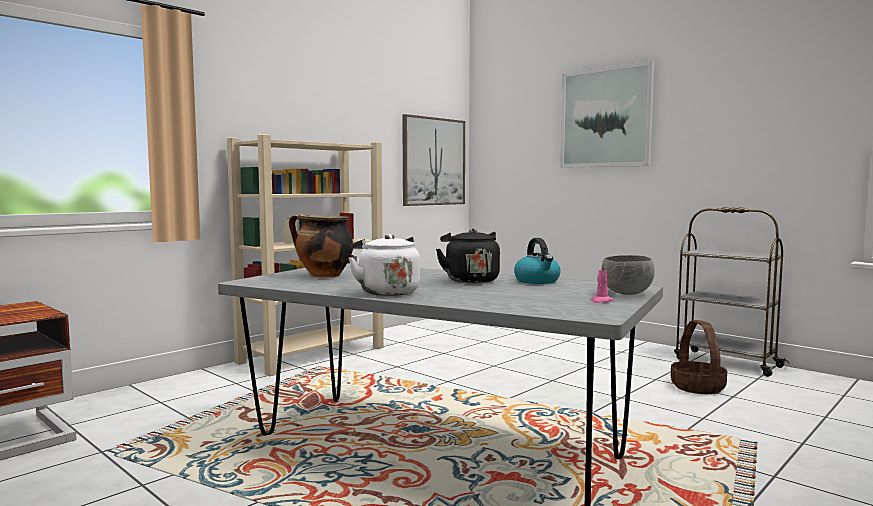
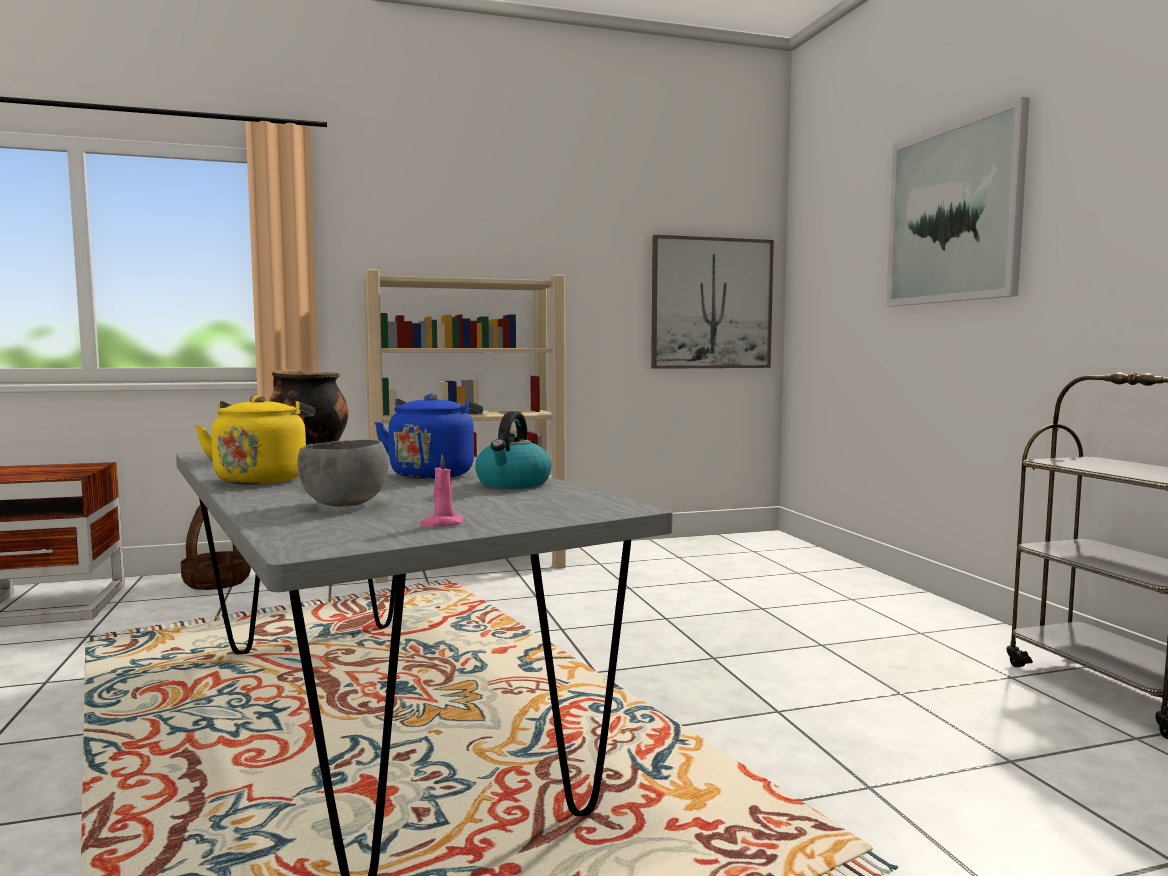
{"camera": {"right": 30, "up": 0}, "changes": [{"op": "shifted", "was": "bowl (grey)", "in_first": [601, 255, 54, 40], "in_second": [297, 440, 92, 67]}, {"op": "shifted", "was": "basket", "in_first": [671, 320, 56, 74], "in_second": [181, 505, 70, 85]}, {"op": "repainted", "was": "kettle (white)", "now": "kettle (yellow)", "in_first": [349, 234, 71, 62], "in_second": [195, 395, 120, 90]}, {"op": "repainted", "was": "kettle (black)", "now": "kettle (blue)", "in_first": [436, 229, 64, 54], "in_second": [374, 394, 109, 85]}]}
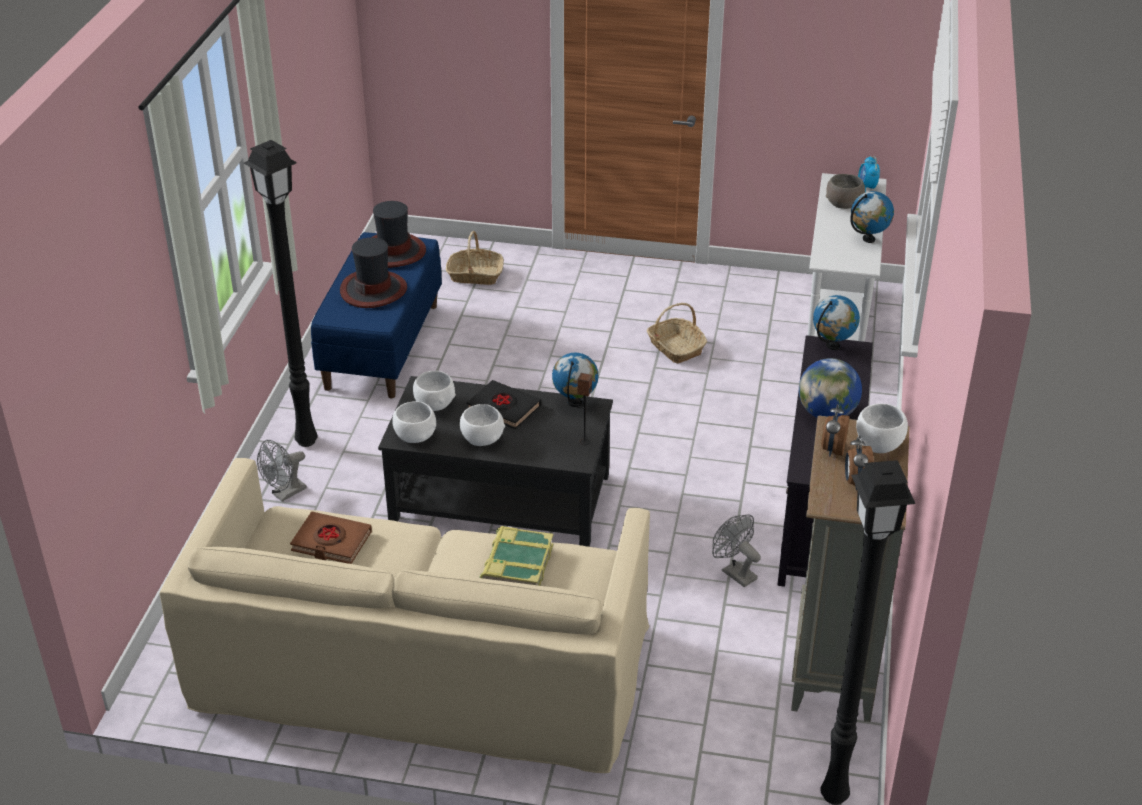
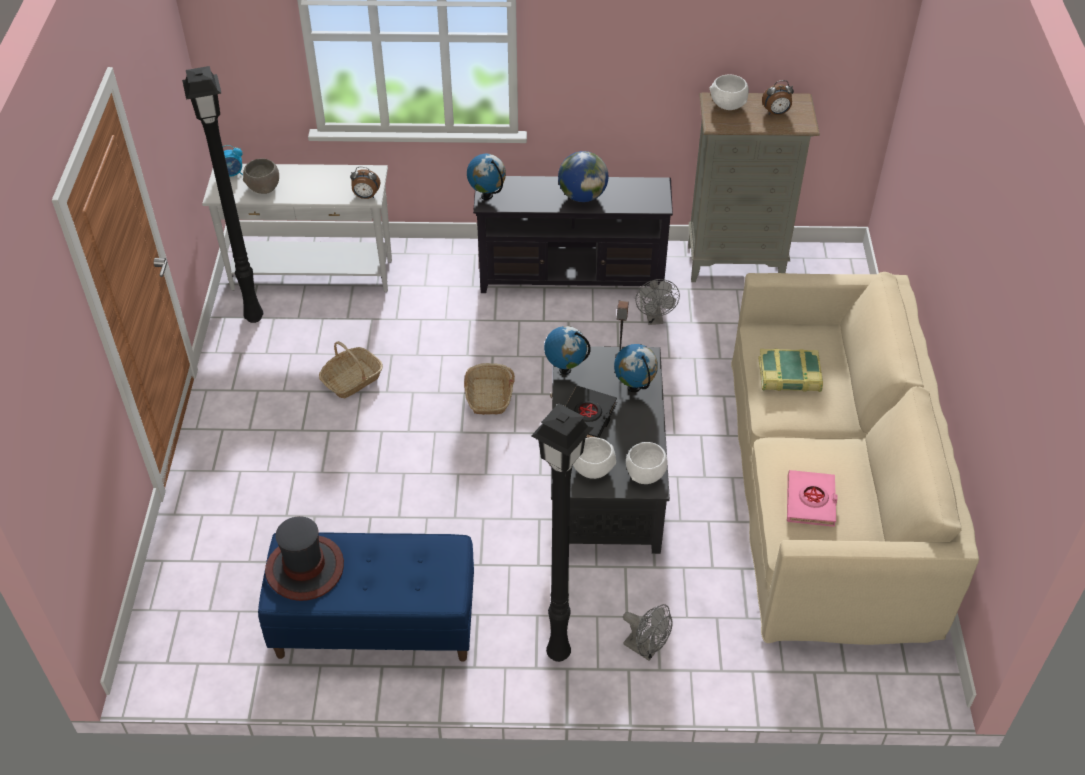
{"camera": {"right": -100, "up": 10}, "changes": [{"op": "gone", "was": "hat", "in_first": [340, 238, 67, 70]}, {"op": "gone", "was": "bowl (white)", "in_first": [460, 404, 45, 42]}, {"op": "shifted", "was": "basket", "in_first": [446, 231, 58, 54], "in_second": [464, 363, 51, 52]}, {"op": "shifted", "was": "floor lamp (black)", "in_first": [820, 460, 95, 345], "in_second": [182, 66, 81, 257]}, {"op": "shifted", "was": "alarm clock", "in_first": [821, 403, 28, 54], "in_second": [350, 167, 30, 32]}, {"op": "shifted", "was": "globe", "in_first": [850, 191, 44, 52], "in_second": [614, 344, 44, 48]}, {"op": "repainted", "was": "book (brown)", "now": "book (pink)", "in_first": [290, 512, 82, 52], "in_second": [787, 470, 51, 57]}, {"op": "rotated", "was": "fan (grey)", "in_first": [712, 514, 49, 73], "in_second": [635, 279, 45, 46], "clockwise": -45}]}
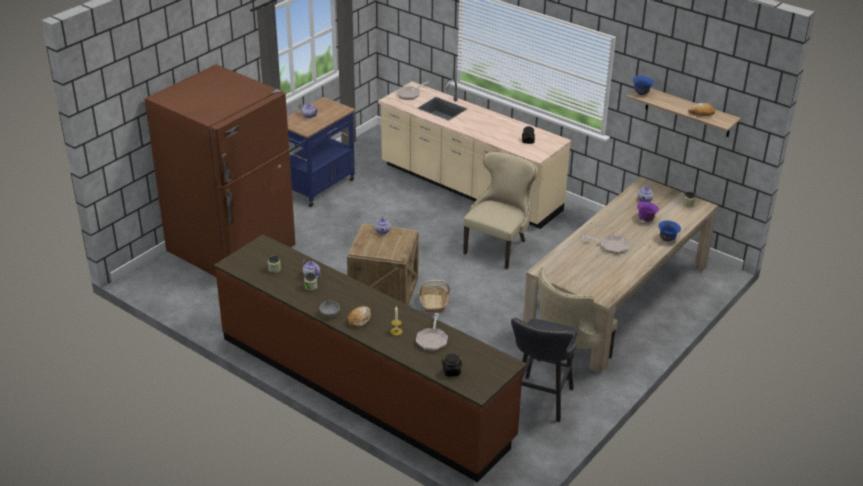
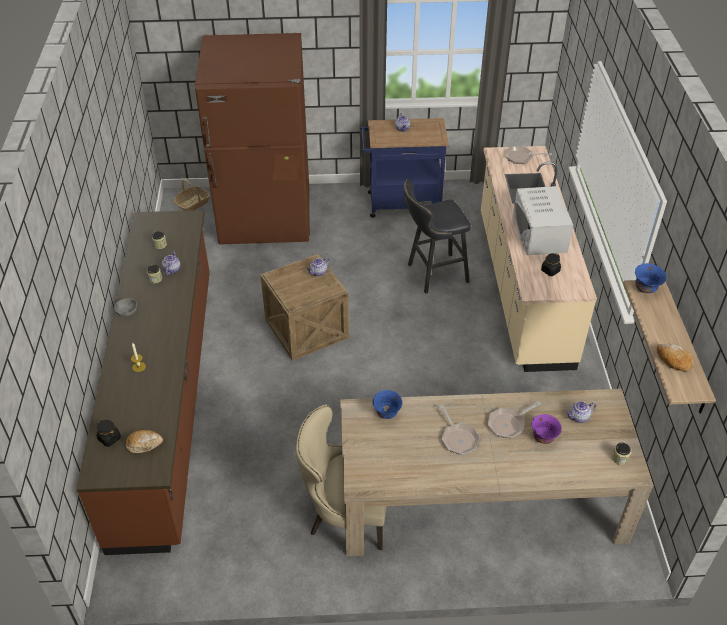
{"camera": {"right": 50, "up": 10}, "changes": [{"op": "gone", "was": "chair (beige)", "in_first": [463, 151, 75, 118]}, {"op": "new", "now": "microwave (white)", "in_second": [513, 186, 60, 69]}, {"op": "shifted", "was": "bread", "in_first": [348, 306, 23, 22], "in_second": [125, 430, 38, 23]}, {"op": "shifted", "was": "frying pan", "in_first": [416, 313, 32, 38], "in_second": [488, 401, 53, 37]}, {"op": "shifted", "was": "basket", "in_first": [419, 280, 31, 33], "in_second": [174, 180, 36, 31]}, {"op": "shifted", "was": "stool (black)", "in_first": [511, 318, 67, 104], "in_second": [403, 179, 68, 115]}, {"op": "shifted", "was": "bowl (blue)", "in_first": [658, 220, 23, 21], "in_second": [373, 390, 29, 29]}]}
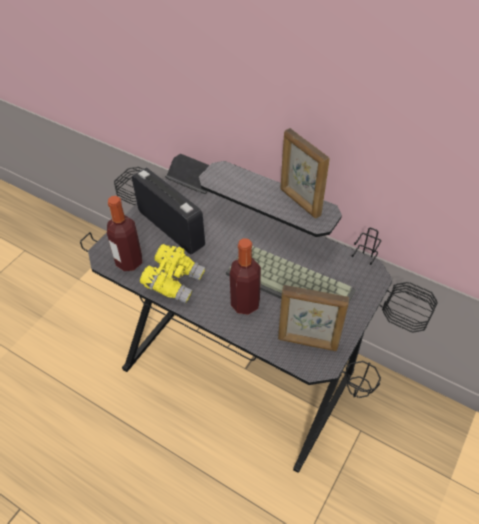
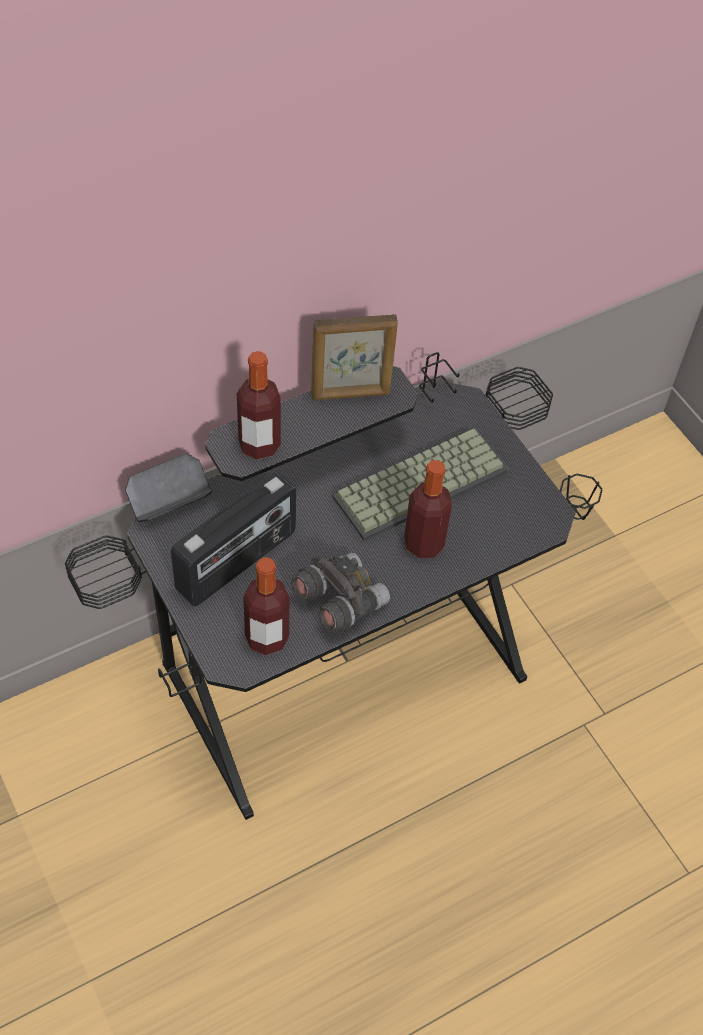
{"camera": {"right": -65, "up": 5}, "changes": [{"op": "gone", "was": "picture frame", "in_first": [278, 285, 71, 66]}, {"op": "new", "now": "bottle", "in_second": [237, 351, 44, 109]}, {"op": "repainted", "was": "binoculars (yellow)", "now": "binoculars (grey)", "in_first": [140, 244, 65, 60], "in_second": [291, 553, 99, 79]}, {"op": "rotated", "was": "radio", "in_first": [132, 168, 73, 86], "in_second": [171, 472, 125, 134], "clockwise": 150}]}
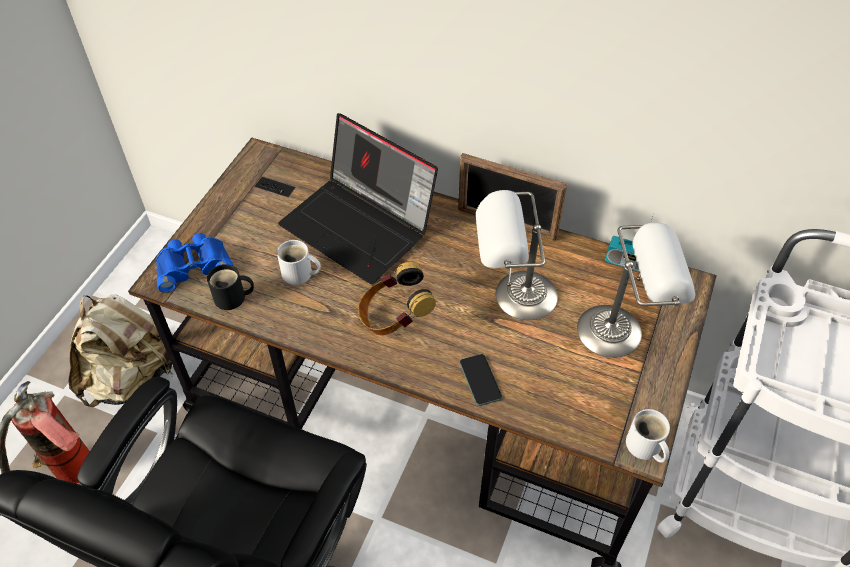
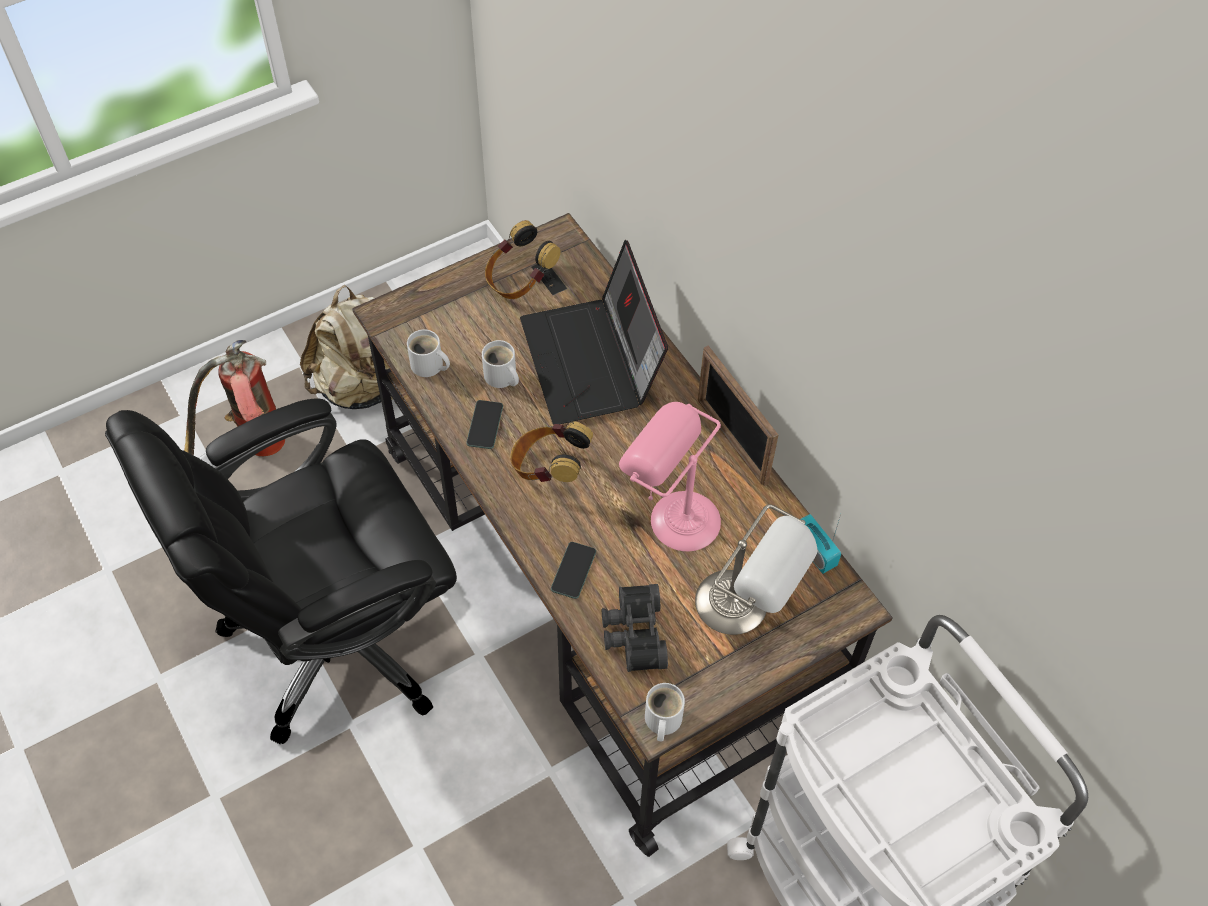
{"camera": {"right": 35, "up": 5}, "changes": [{"op": "gone", "was": "binoculars (blue)", "in_first": [156, 233, 77, 60]}, {"op": "new", "now": "phone", "in_second": [466, 400, 37, 49]}, {"op": "new", "now": "headphones", "in_second": [485, 220, 76, 79]}, {"op": "new", "now": "binoculars (black)", "in_second": [602, 584, 66, 88]}, {"op": "repainted", "was": "mug (black)", "now": "mug (white)", "in_first": [207, 264, 47, 46], "in_second": [407, 329, 43, 48]}, {"op": "repainted", "was": "table lamp (white)", "now": "table lamp (pink)", "in_first": [476, 190, 82, 130], "in_second": [619, 402, 102, 149]}]}
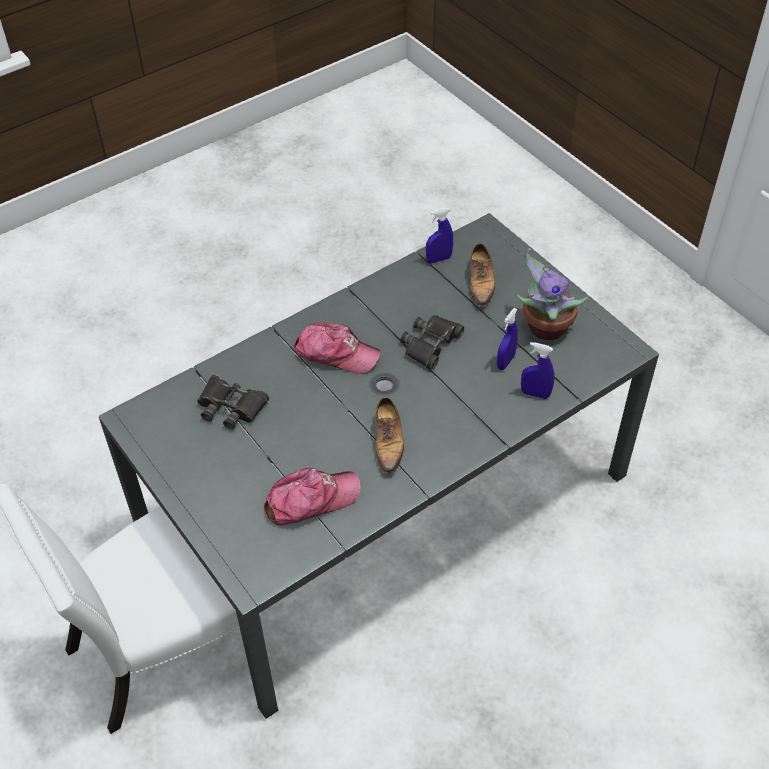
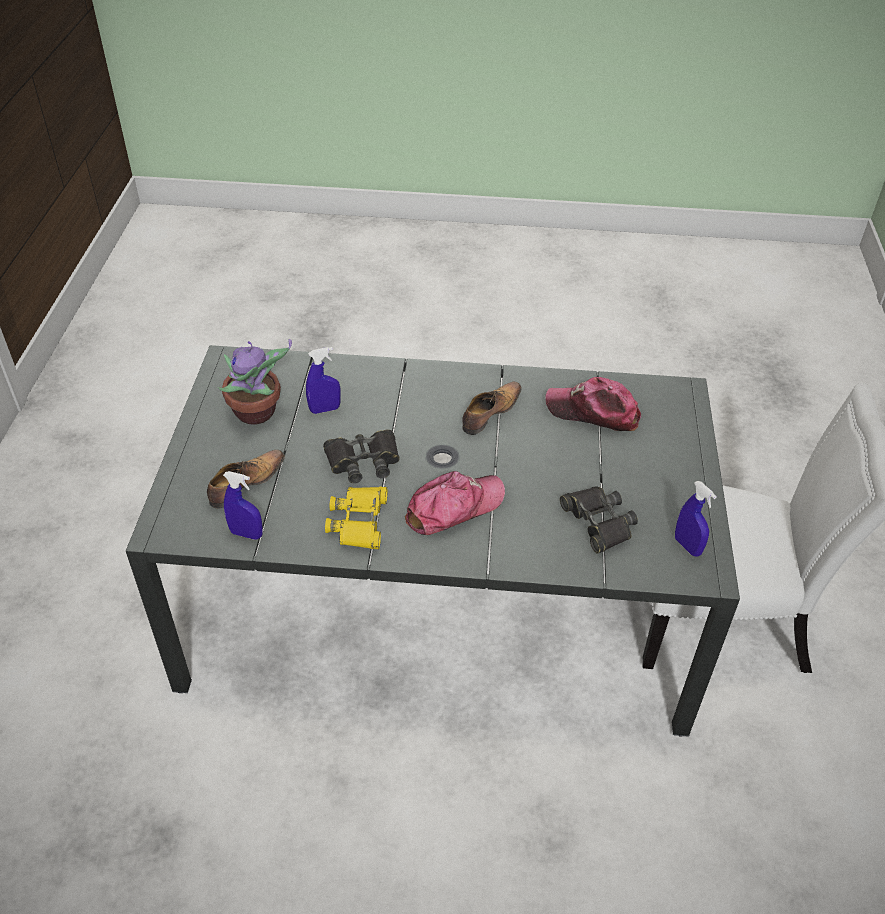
{"camera": {"right": -140, "up": -5}, "changes": [{"op": "new", "now": "binoculars (yellow)", "in_second": [325, 487, 62, 62]}, {"op": "shifted", "was": "spray bottle (blue)", "in_first": [521, 342, 34, 57], "in_second": [675, 481, 42, 76]}, {"op": "rotated", "was": "cap", "in_first": [294, 323, 87, 51], "in_second": [405, 471, 100, 64], "clockwise": 90}]}
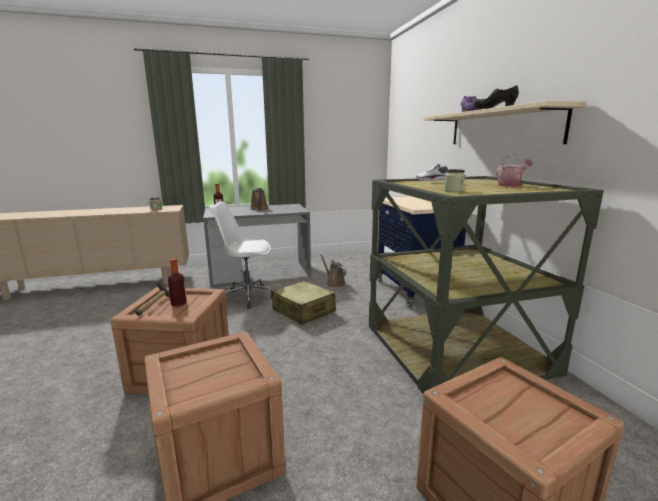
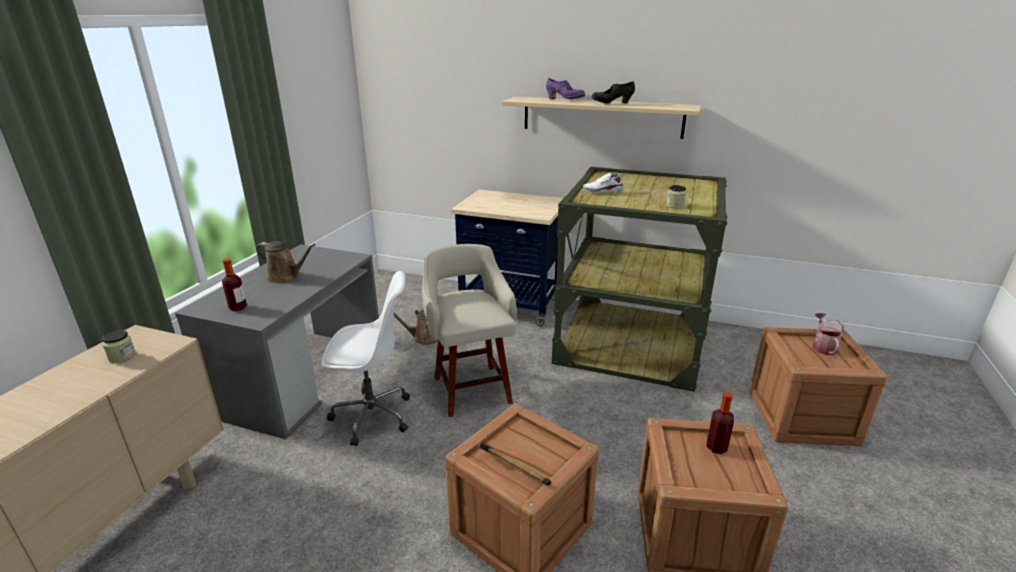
{"camera": {"right": -55, "up": 10}, "changes": [{"op": "shifted", "was": "bottle", "in_first": [168, 258, 19, 49], "in_second": [707, 392, 27, 62]}, {"op": "shifted", "was": "watering can", "in_first": [496, 154, 37, 33], "in_second": [812, 313, 32, 42]}, {"op": "swapped", "was": "suitcase (beige)", "now": "stool (beige)", "in_first": [272, 281, 64, 44], "in_second": [422, 244, 95, 173]}, {"op": "rotated", "was": "office chair (white)", "in_first": [209, 202, 63, 107], "in_second": [321, 271, 89, 175], "clockwise": -135}]}
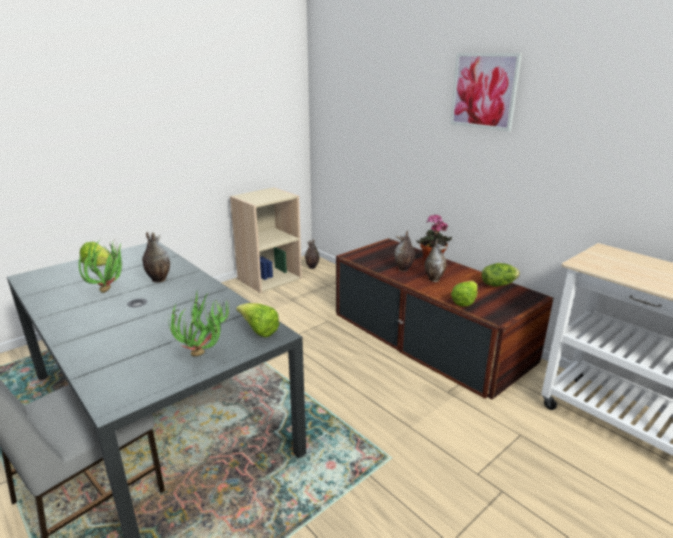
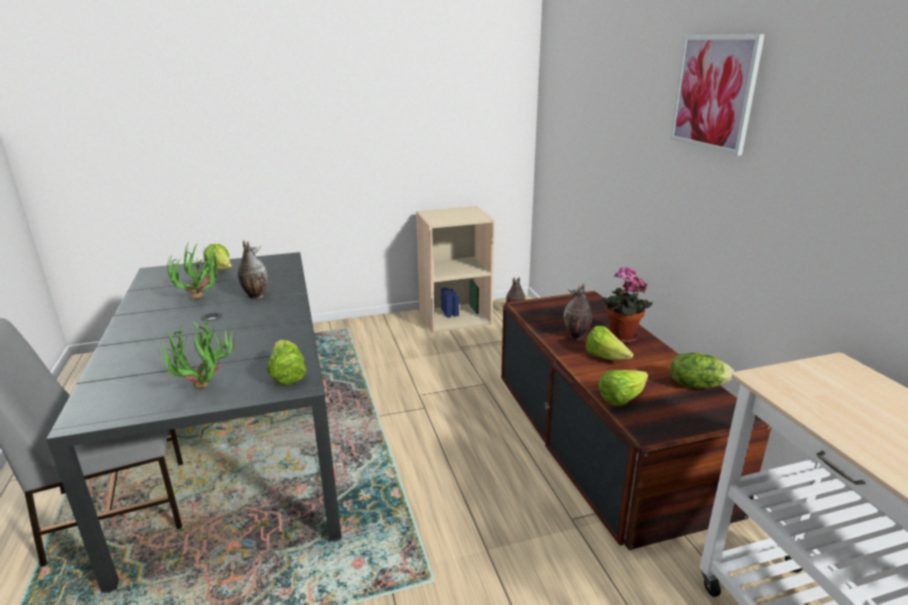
{"camera": {"right": 25, "up": 0}, "changes": [{"op": "swapped", "was": "vase", "now": "lettuce", "in_first": [424, 238, 23, 44], "in_second": [586, 326, 47, 34]}]}
